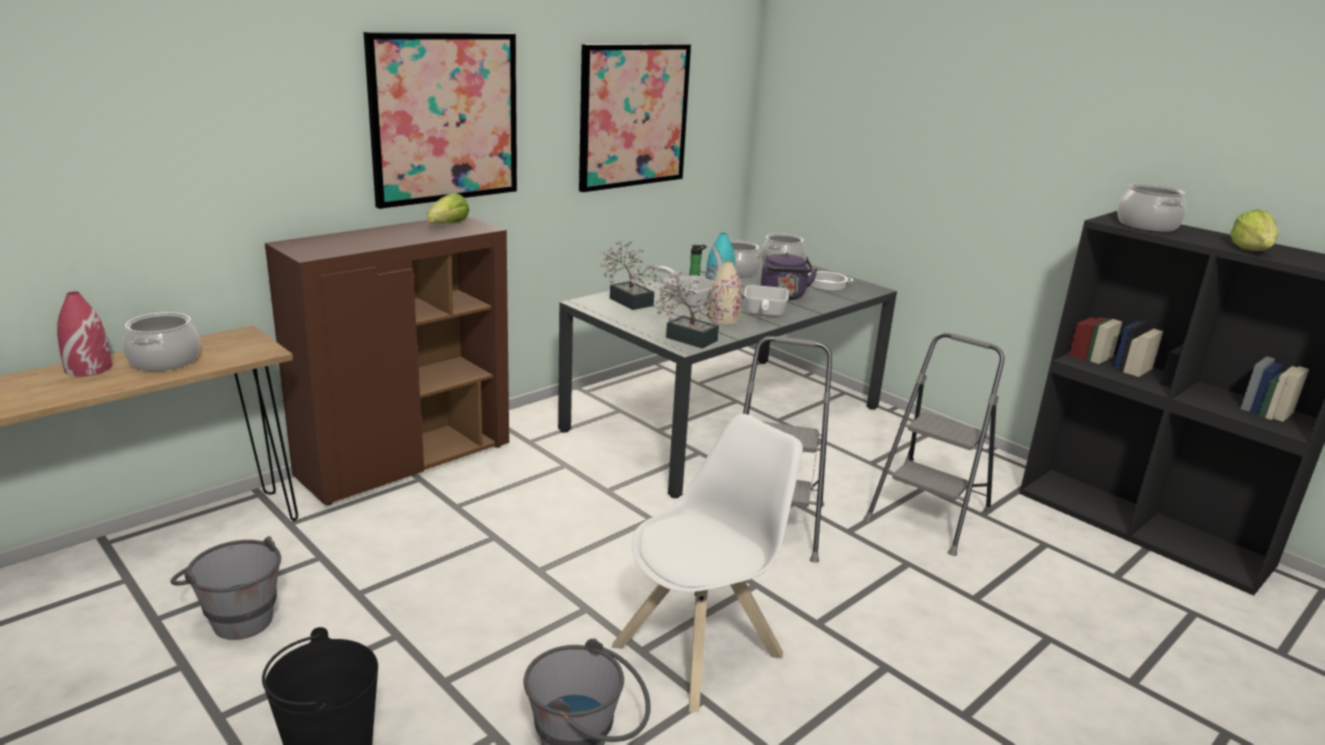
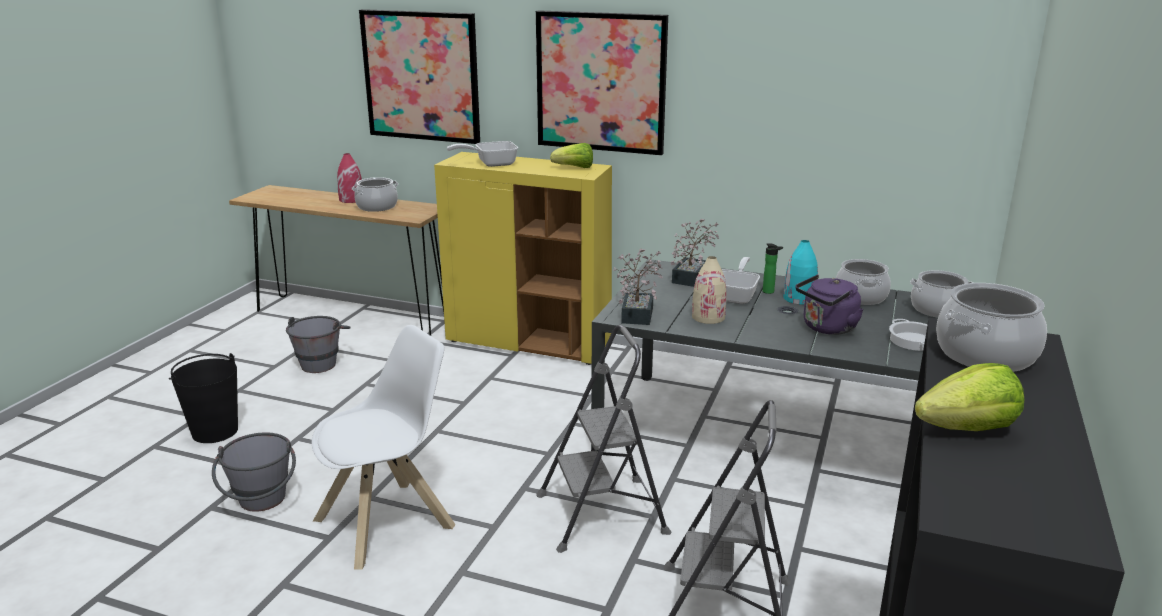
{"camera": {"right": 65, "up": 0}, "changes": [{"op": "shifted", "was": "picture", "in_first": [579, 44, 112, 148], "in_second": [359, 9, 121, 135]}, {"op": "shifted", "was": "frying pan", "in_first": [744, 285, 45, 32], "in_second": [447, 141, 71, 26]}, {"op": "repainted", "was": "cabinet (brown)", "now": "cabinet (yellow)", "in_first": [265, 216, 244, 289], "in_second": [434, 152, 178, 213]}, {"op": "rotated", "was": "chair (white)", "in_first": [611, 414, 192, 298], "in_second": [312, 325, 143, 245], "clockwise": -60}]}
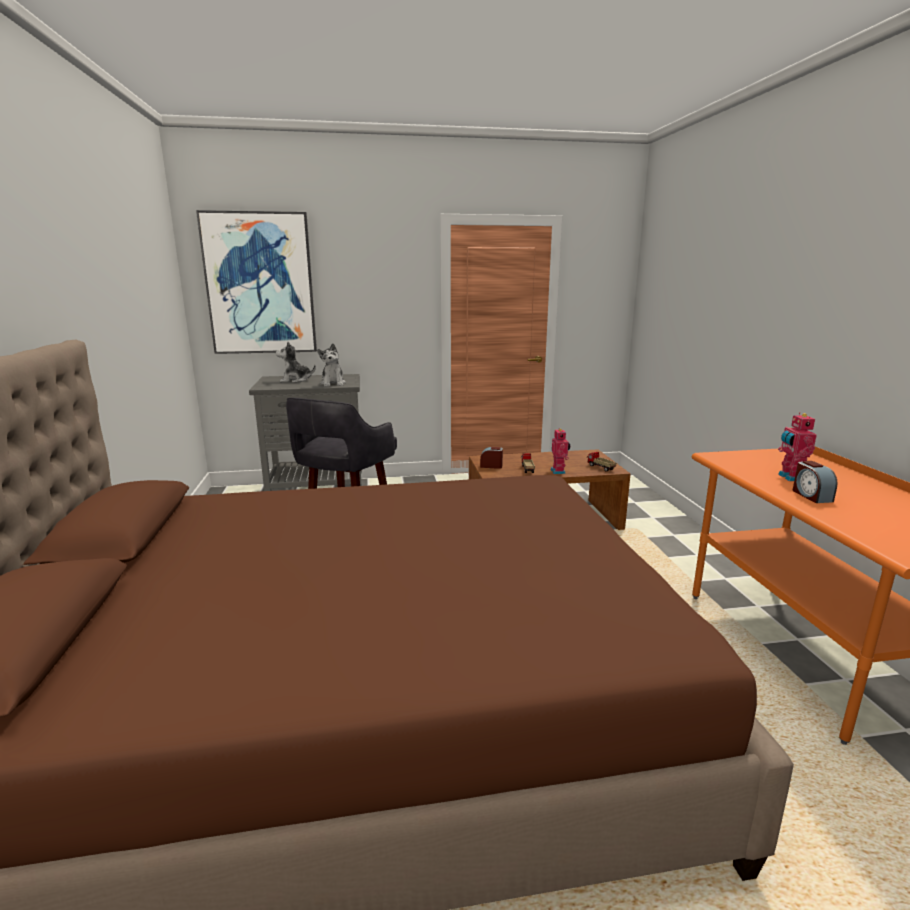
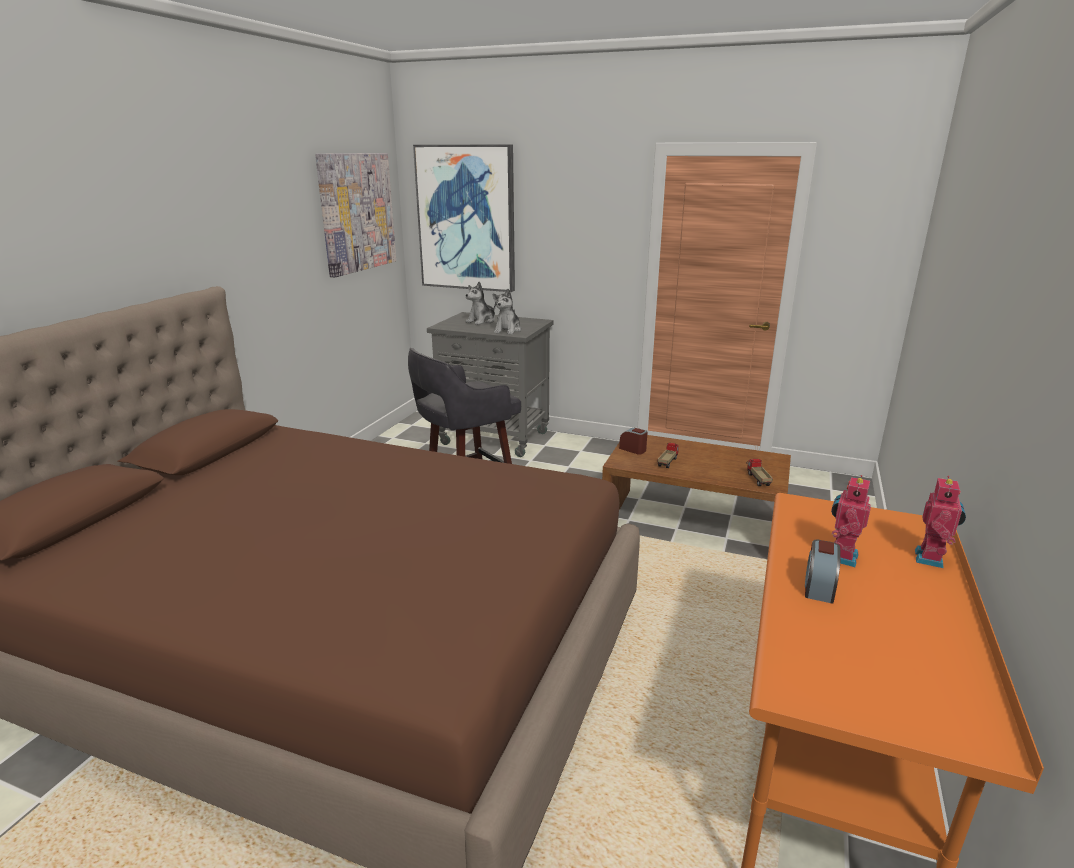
{"camera": {"right": 30, "up": 5}, "changes": [{"op": "new", "now": "picture", "in_second": [315, 153, 81, 124]}, {"op": "shifted", "was": "toy robot", "in_first": [551, 429, 19, 45], "in_second": [915, 476, 51, 92]}, {"op": "rotated", "was": "plush toy", "in_first": [276, 341, 40, 42], "in_second": [466, 282, 30, 43], "clockwise": -75}]}
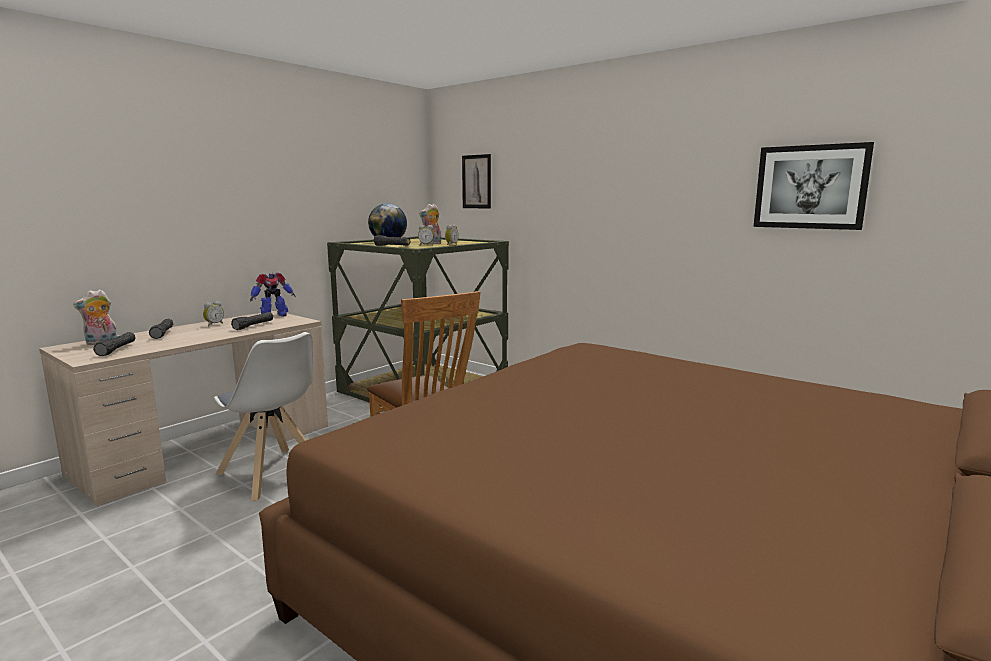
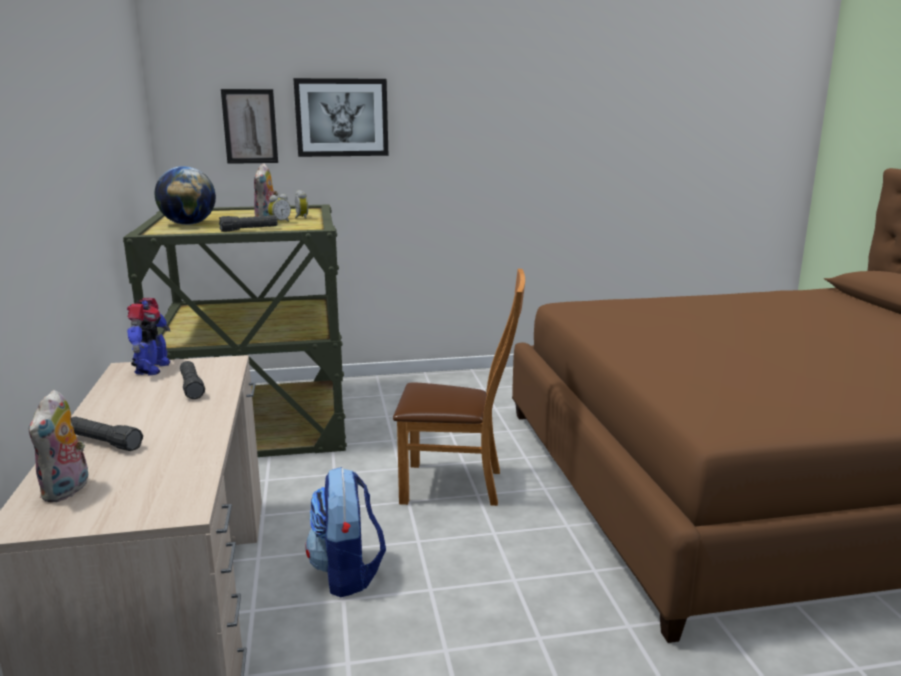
{"camera": {"right": -50, "up": 5}, "changes": [{"op": "gone", "was": "flashlight (black)", "in_first": [93, 332, 42, 24]}, {"op": "gone", "was": "alarm clock", "in_first": [203, 301, 21, 25]}, {"op": "shifted", "was": "picture", "in_first": [754, 142, 120, 88], "in_second": [293, 78, 96, 79]}, {"op": "swapped", "was": "chair", "now": "backpack", "in_first": [214, 332, 99, 169], "in_second": [305, 467, 81, 130]}]}
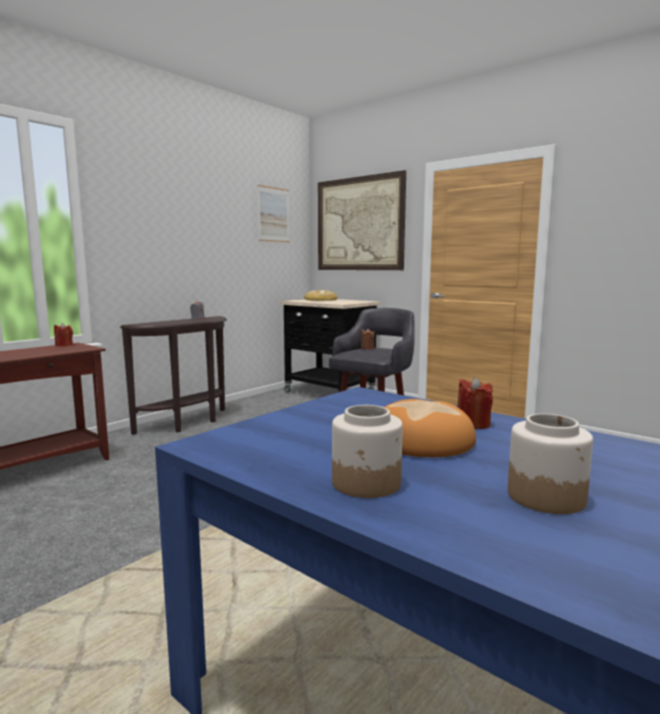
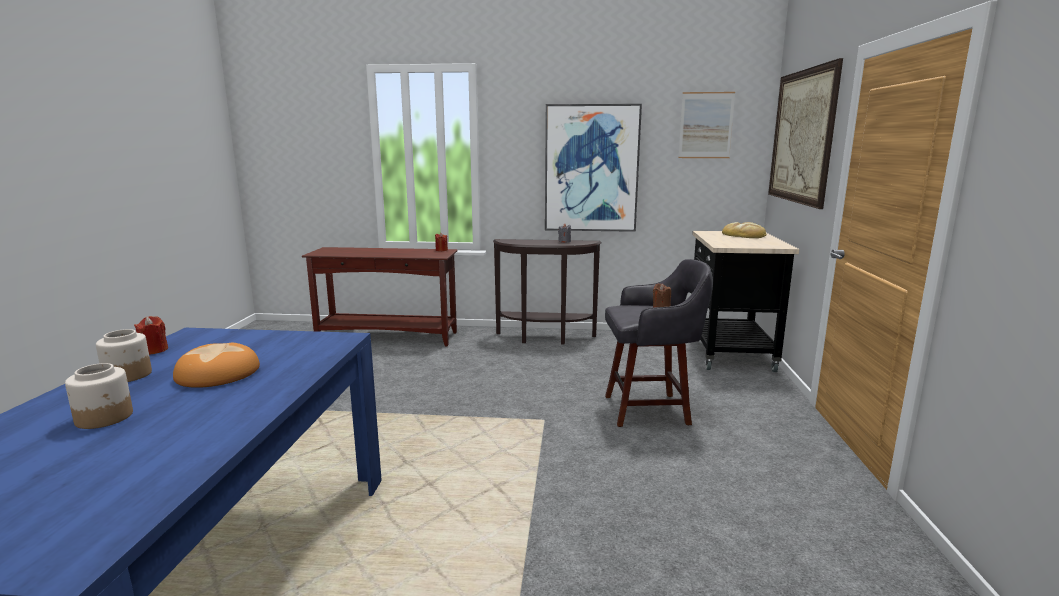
{"camera": {"right": 55, "up": 5}, "changes": [{"op": "new", "now": "picture", "in_second": [545, 104, 97, 128]}, {"op": "shifted", "was": "candle (red)", "in_first": [458, 377, 35, 52], "in_second": [134, 316, 34, 39]}]}
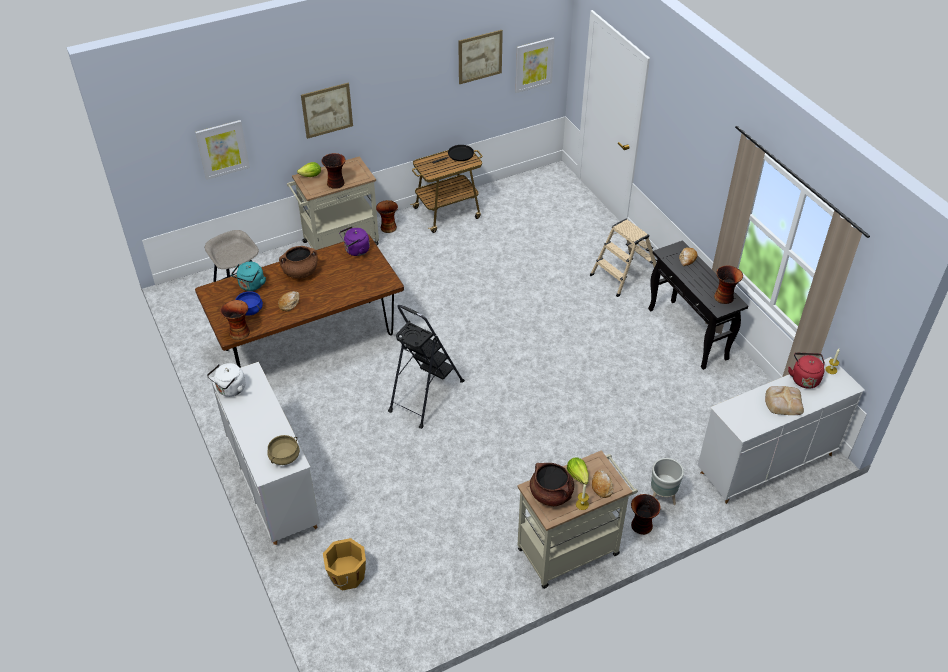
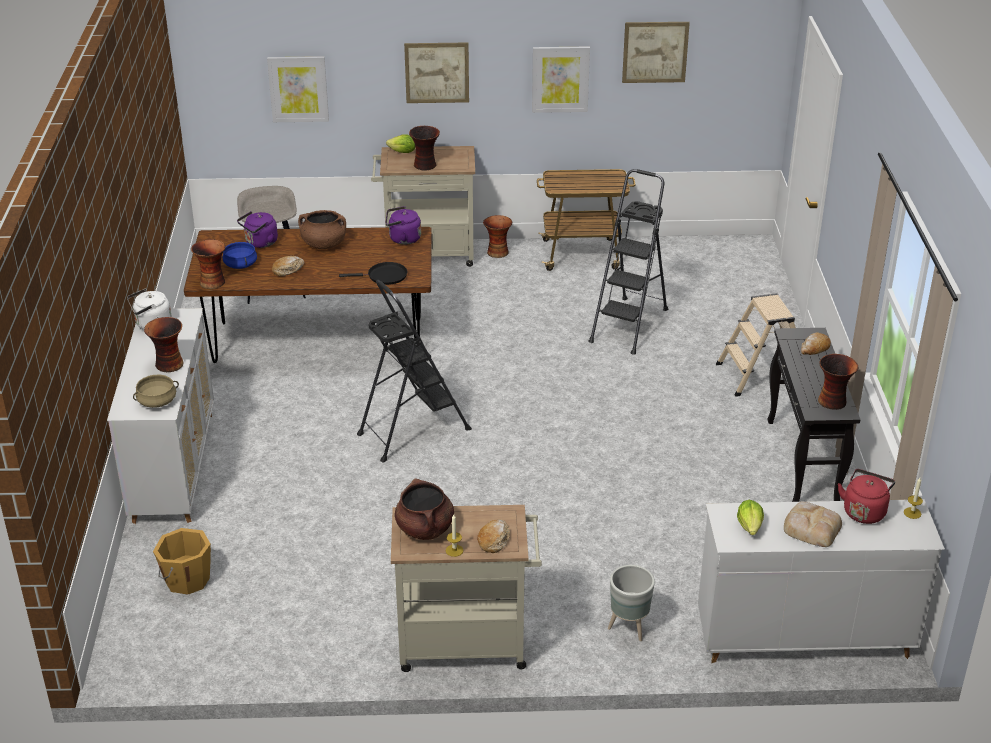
{"camera": {"right": 25, "up": -10}, "changes": [{"op": "new", "now": "step ladder", "in_second": [588, 169, 80, 186]}, {"op": "shifted", "was": "frying pan (black)", "in_first": [432, 145, 42, 19], "in_second": [339, 262, 68, 23]}, {"op": "shifted", "was": "picture", "in_first": [515, 37, 40, 56], "in_second": [532, 46, 58, 67]}, {"op": "shifted", "was": "lettuce", "in_first": [567, 458, 22, 26], "in_second": [737, 500, 27, 35]}, {"op": "shifted", "was": "vase", "in_first": [631, 494, 30, 41], "in_second": [144, 317, 40, 55]}, {"op": "repainted", "was": "kettle (turquoise)", "now": "kettle (purple)", "in_first": [231, 262, 35, 29], "in_second": [237, 211, 41, 37]}]}
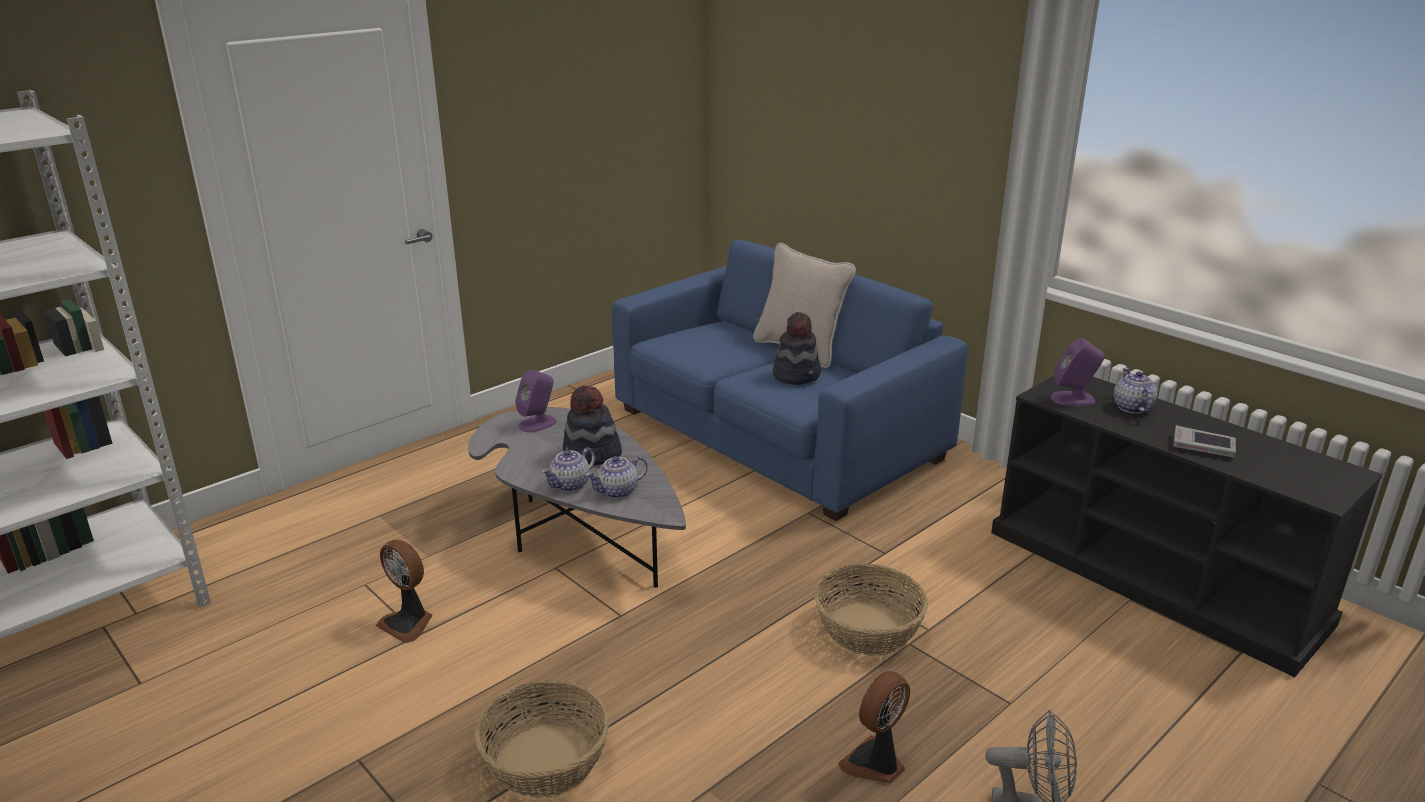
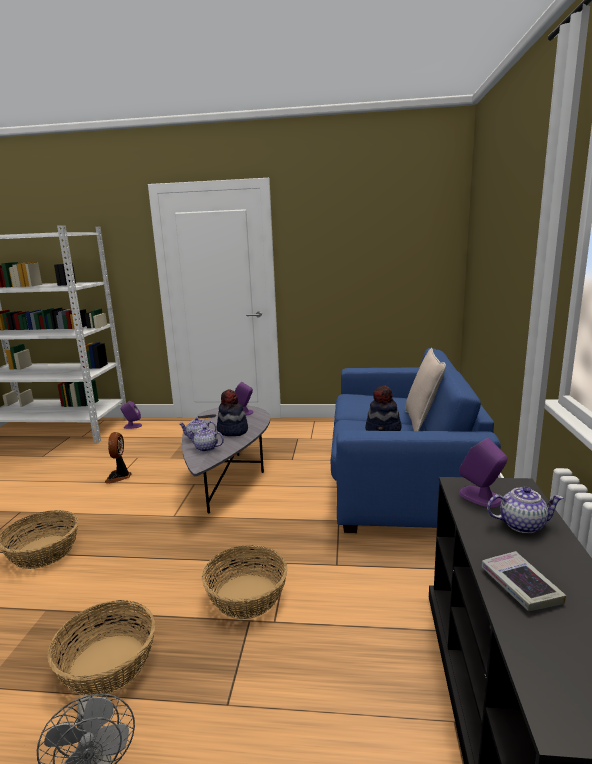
{"camera": {"right": 50, "up": -10}, "changes": [{"op": "new", "now": "speaker (purple)", "in_second": [121, 401, 21, 28]}, {"op": "swapped", "was": "fan", "now": "basket", "in_first": [838, 671, 72, 112], "in_second": [47, 600, 108, 97]}, {"op": "rotated", "was": "teapot", "in_first": [1113, 368, 44, 46], "in_second": [487, 487, 76, 46], "clockwise": 45}]}
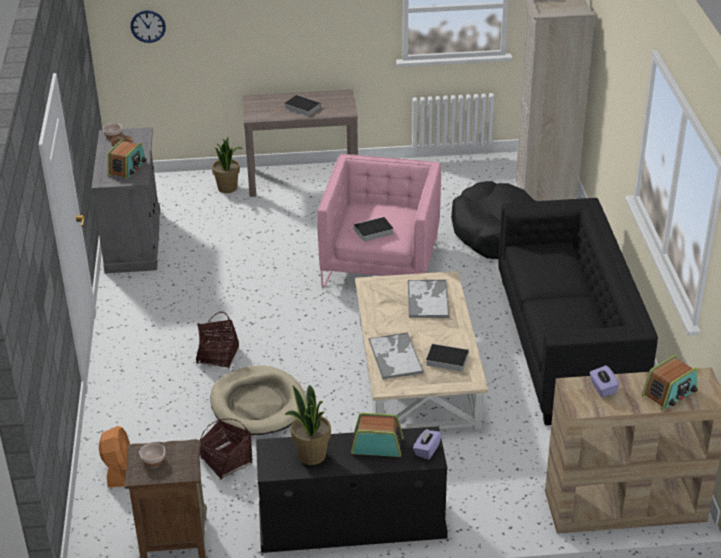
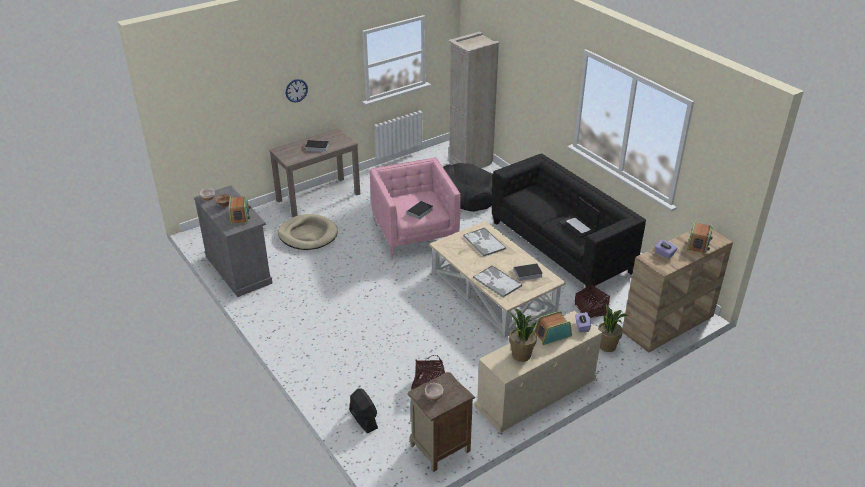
{"camera": {"right": -30, "up": 0}, "changes": [{"op": "new", "now": "laptop", "in_second": [558, 197, 42, 41]}, {"op": "shifted", "was": "wall clock", "in_first": [131, 10, 35, 33], "in_second": [286, 79, 22, 24]}, {"op": "shifted", "was": "basket", "in_first": [196, 312, 43, 57], "in_second": [575, 279, 35, 39]}, {"op": "shifted", "was": "dog bed (beige)", "in_first": [210, 366, 96, 69], "in_second": [277, 214, 61, 36]}, {"op": "shifted", "was": "potted plant", "in_first": [212, 137, 30, 56], "in_second": [598, 304, 31, 48]}, {"op": "repainted", "was": "fan (orange)", "now": "fan (black)", "in_first": [99, 426, 31, 61], "in_second": [349, 388, 29, 45]}, {"op": "repainted", "was": "tv stand (black)", "now": "tv stand (beige)", "in_first": [256, 426, 192, 127], "in_second": [474, 311, 128, 122]}]}
